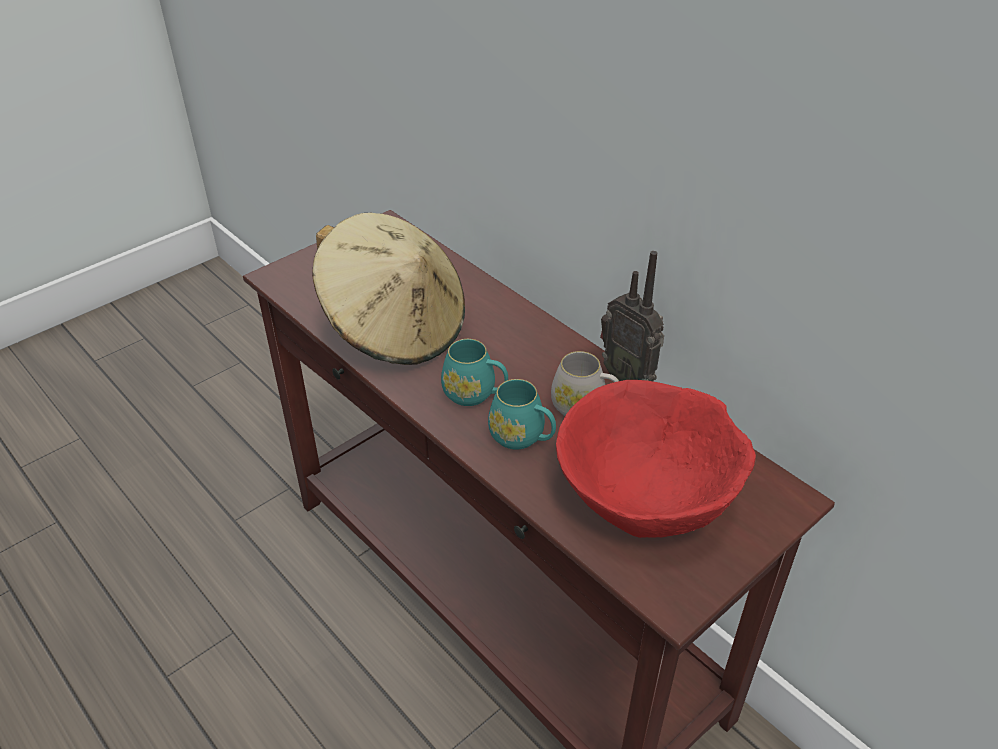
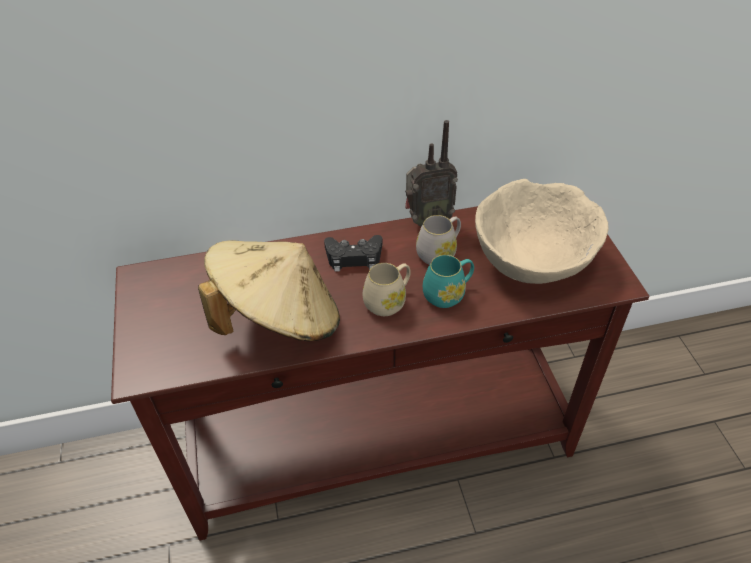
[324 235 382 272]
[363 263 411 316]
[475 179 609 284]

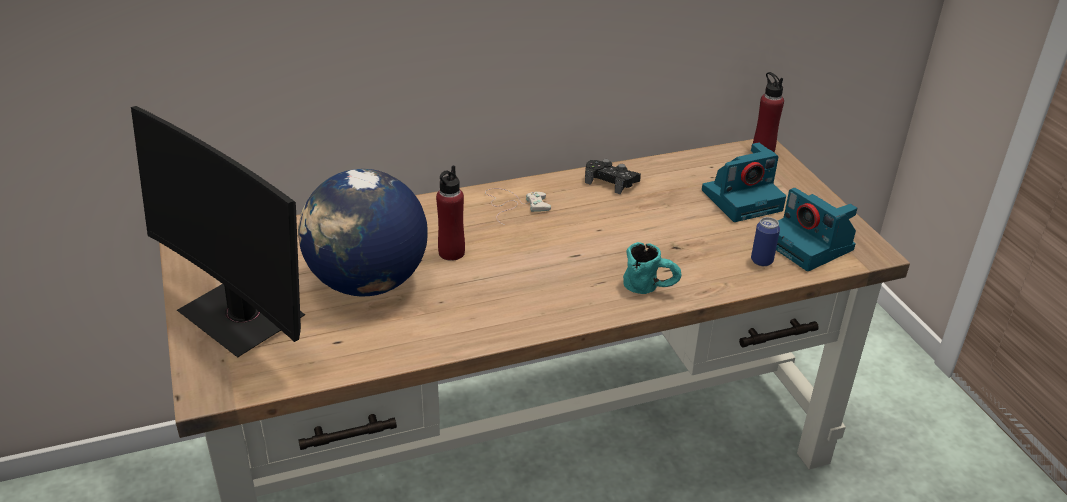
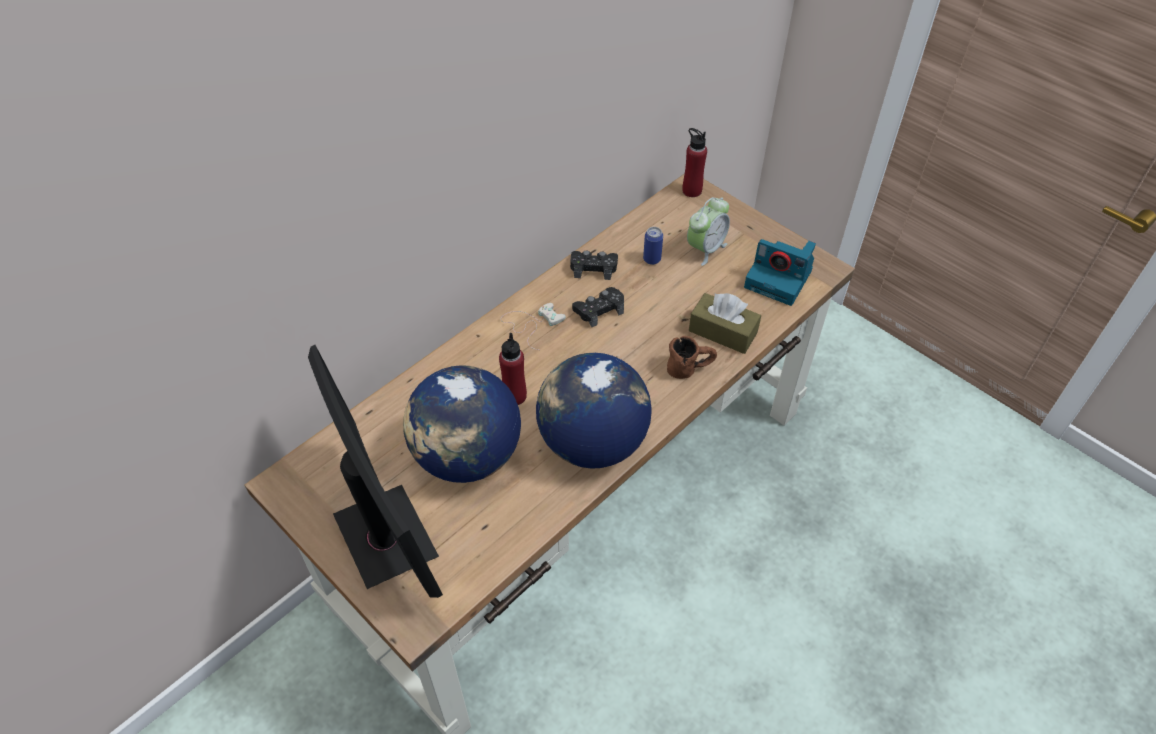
[536 353 652 469]
[572 287 624 327]
[689 293 761 354]
[643 227 663 265]
[687 197 730 266]
[667 336 717 379]
[308 345 443 598]

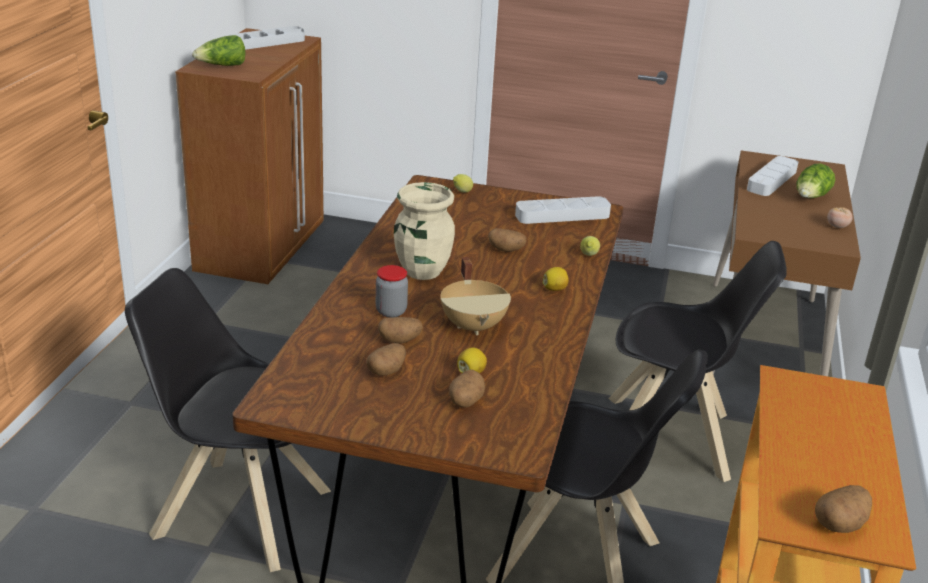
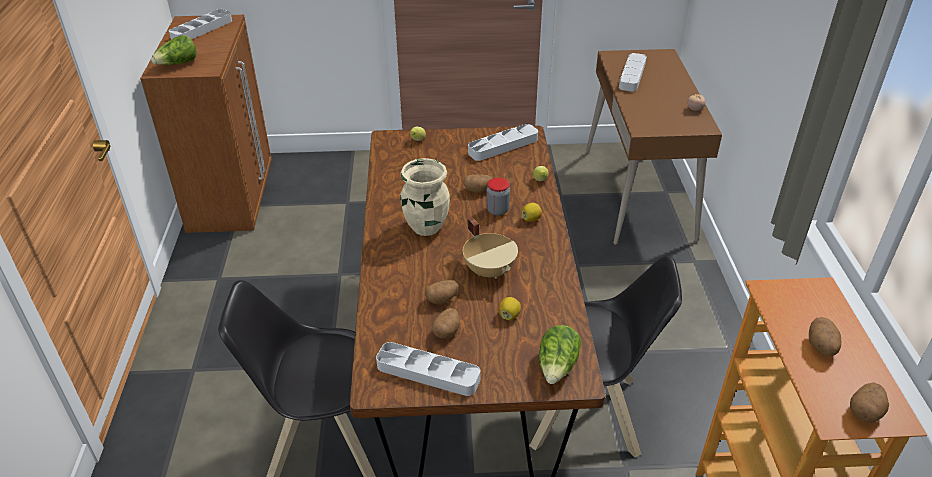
[608 241 787 482] (first image)
[376 342 480 396]
[486 178 510 216]
[809 317 841 356]
[539 325 582 384]

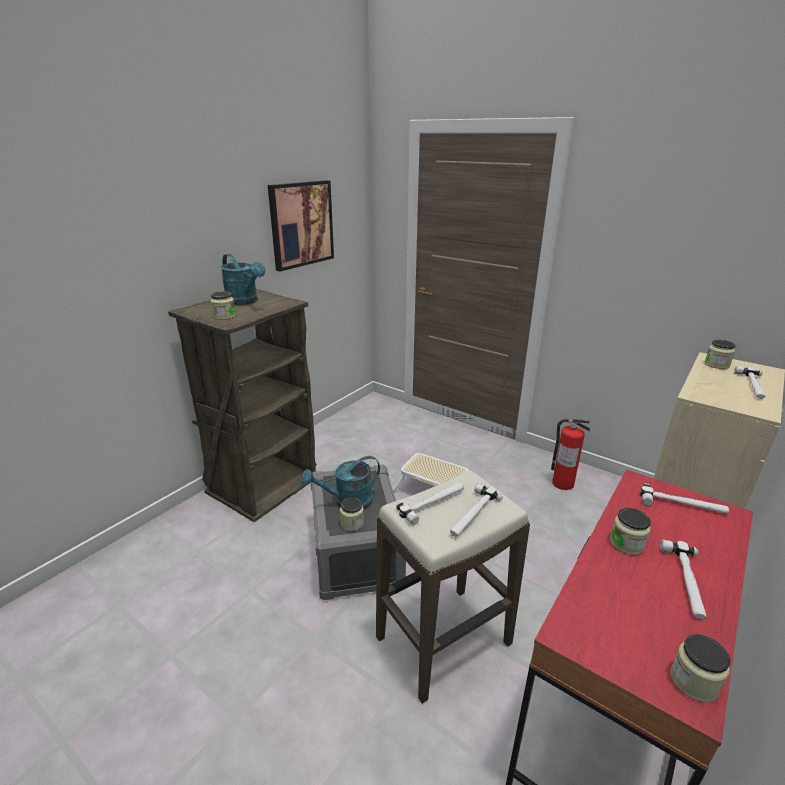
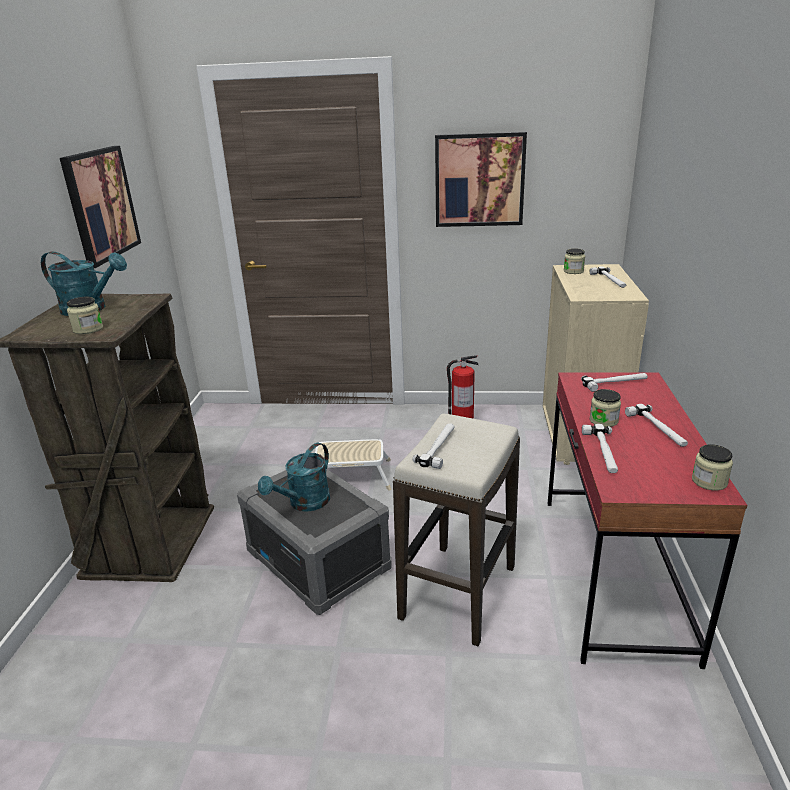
[340 498 364 531] (first image)
[435 132 527 227]
[582 424 618 473]

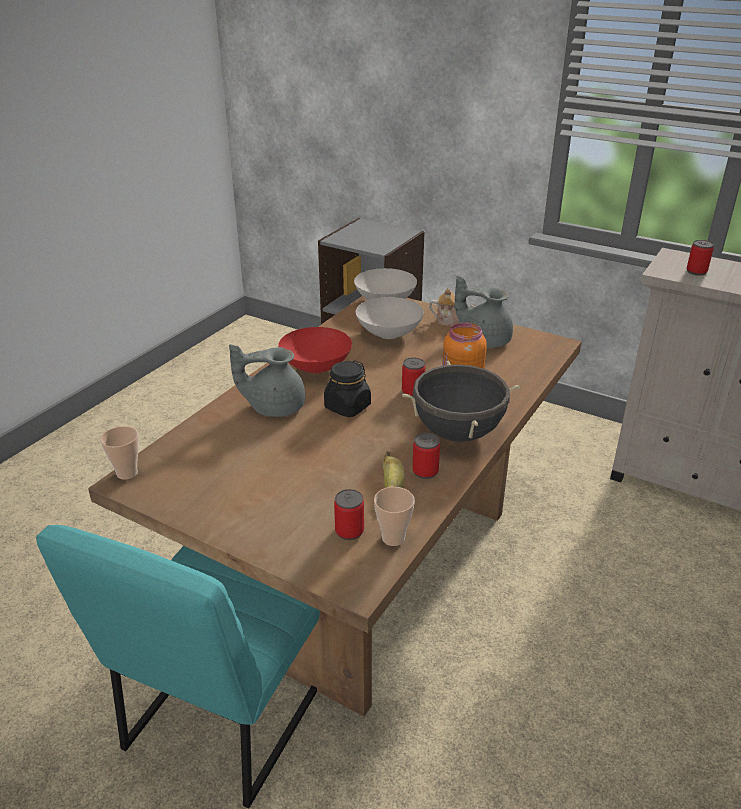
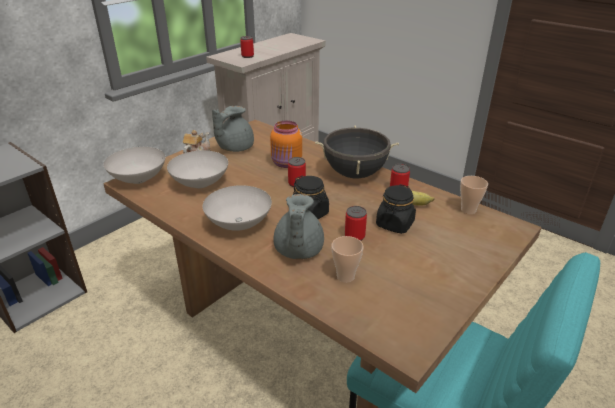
[376 184 416 234]
[331 236 364 283]
[345 206 367 241]
[203 185 272 231]

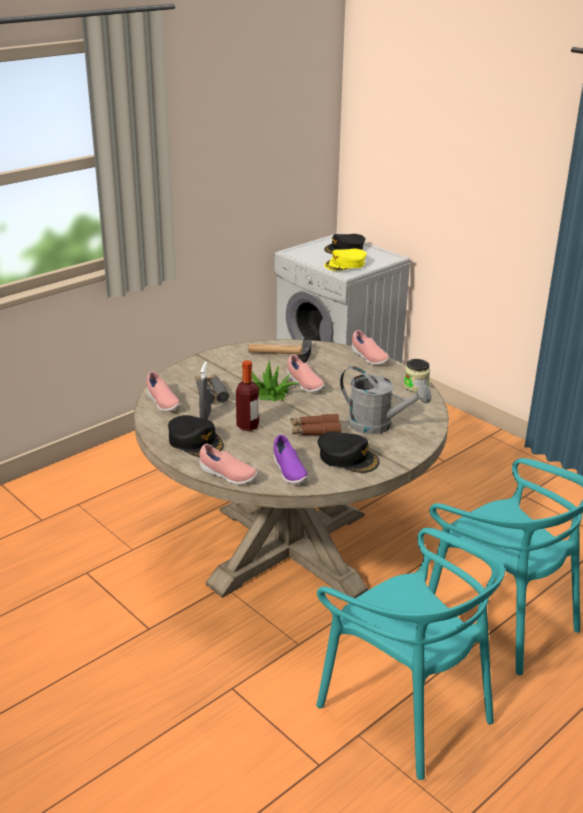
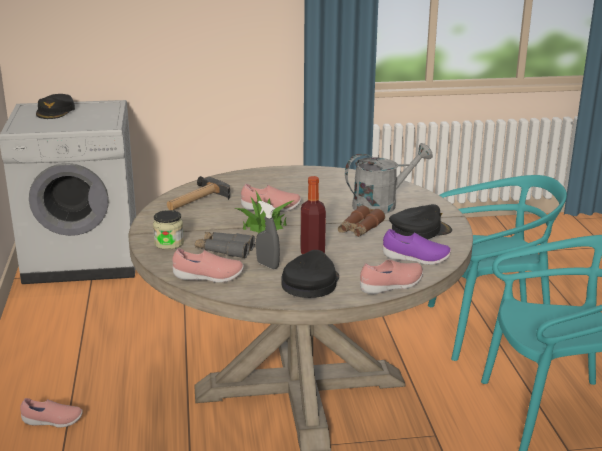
[324 249 367 271] (first image)
[20 398 83 427]
[153 210 184 250]
[282 250 339 298]

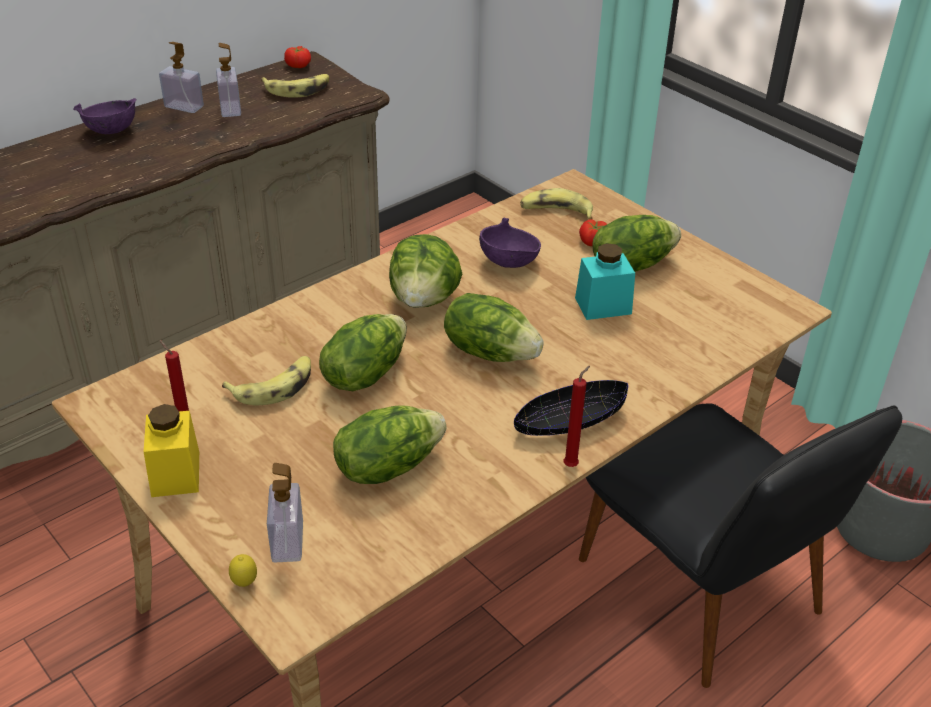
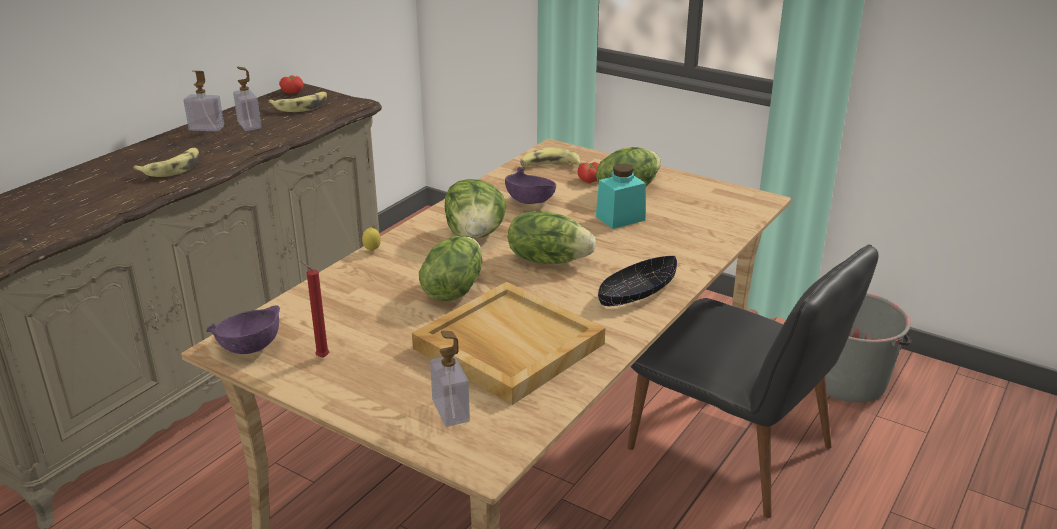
[144 404 199 497] (first image)
[564 366 590 467] (first image)
[206 305 280 354]
[133 148 199 177]
[362 227 381 251]
[412 282 605 405]

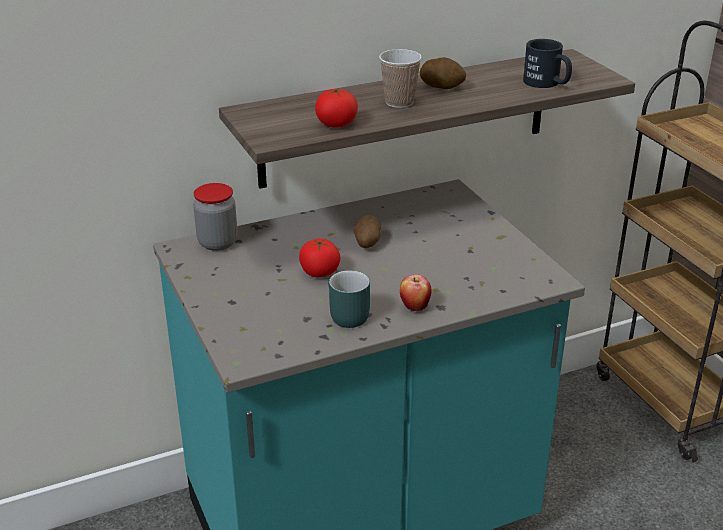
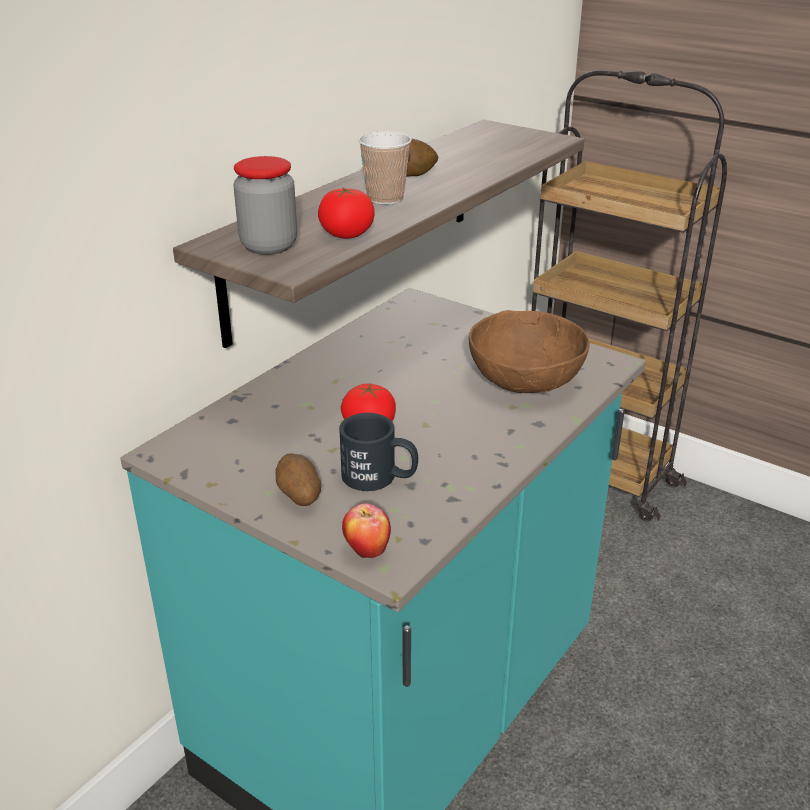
[328 270 370 328] (first image)
[469 310 590 393]
[233 156 297 255]
[275 453 321 506]
[342 503 391 558]
[339 413 418 491]

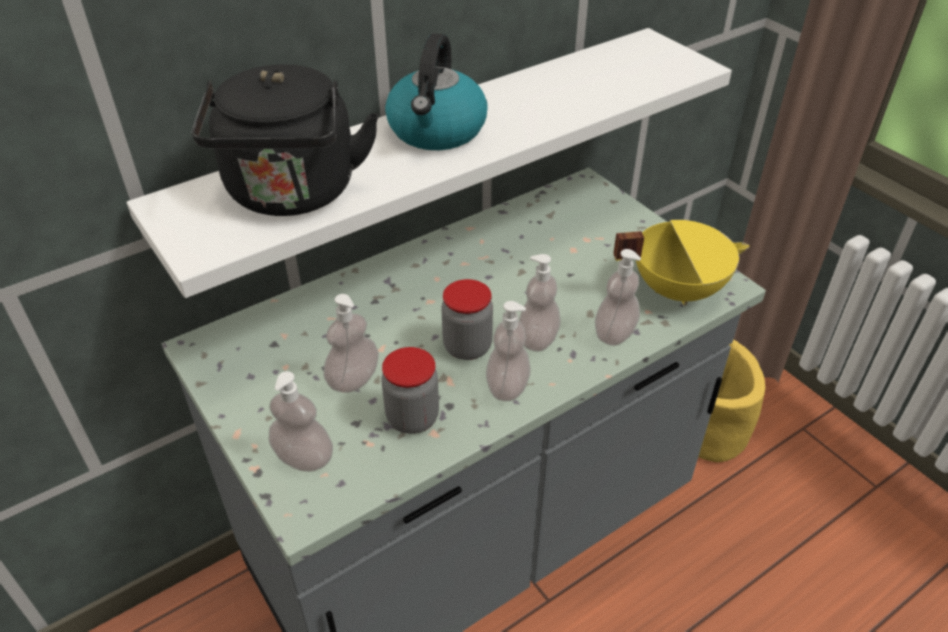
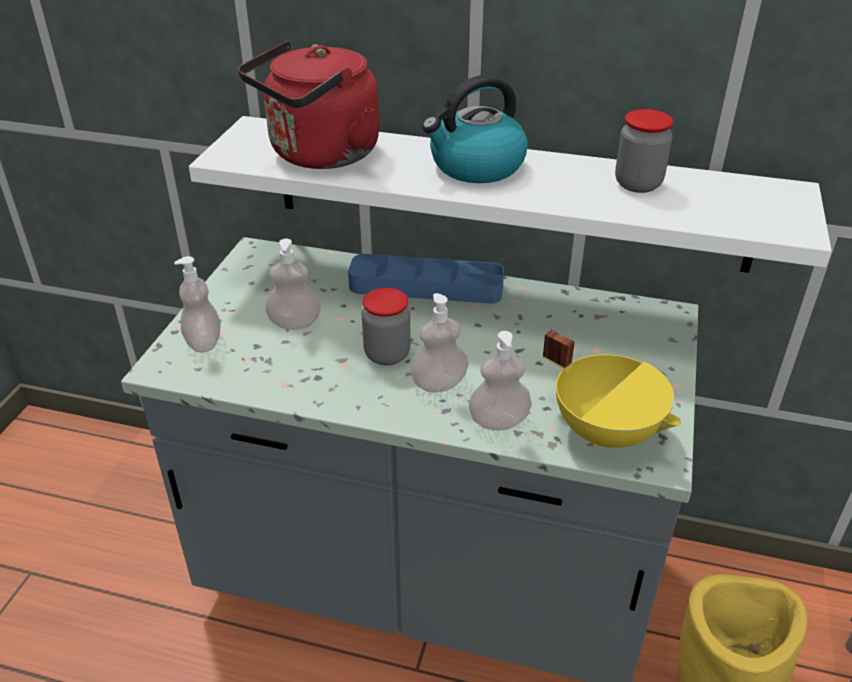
[486 301 531 401] (first image)
[348 254 504 304]
[615 109 674 193]
[238 40 379 169]

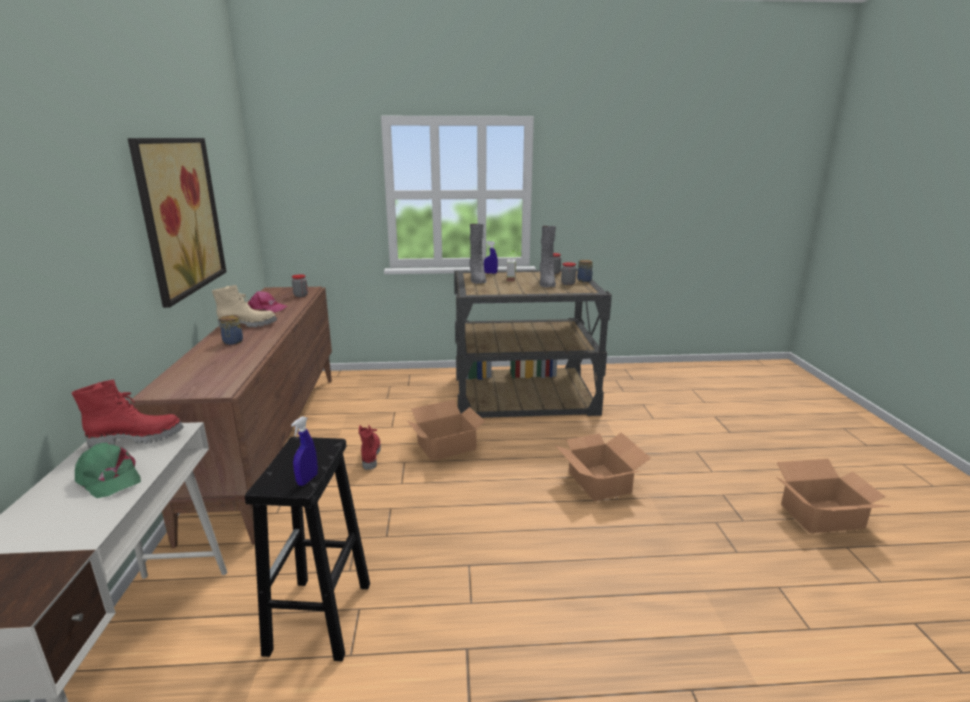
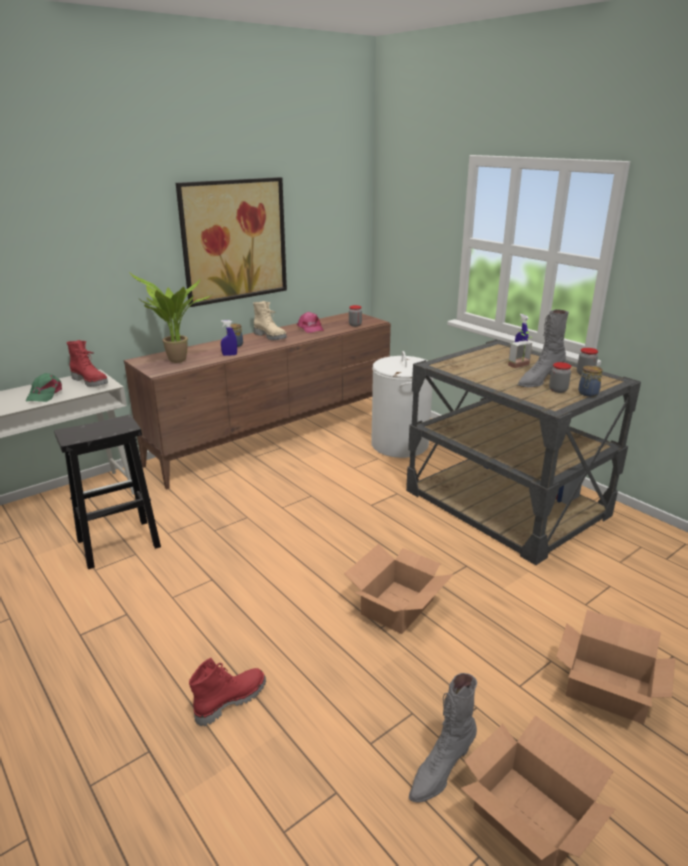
[129 272 210 363]
[371 351 433 458]
[221 320 237 356]
[189 658 266 726]
[556 610 675 724]
[409 673 477 803]

